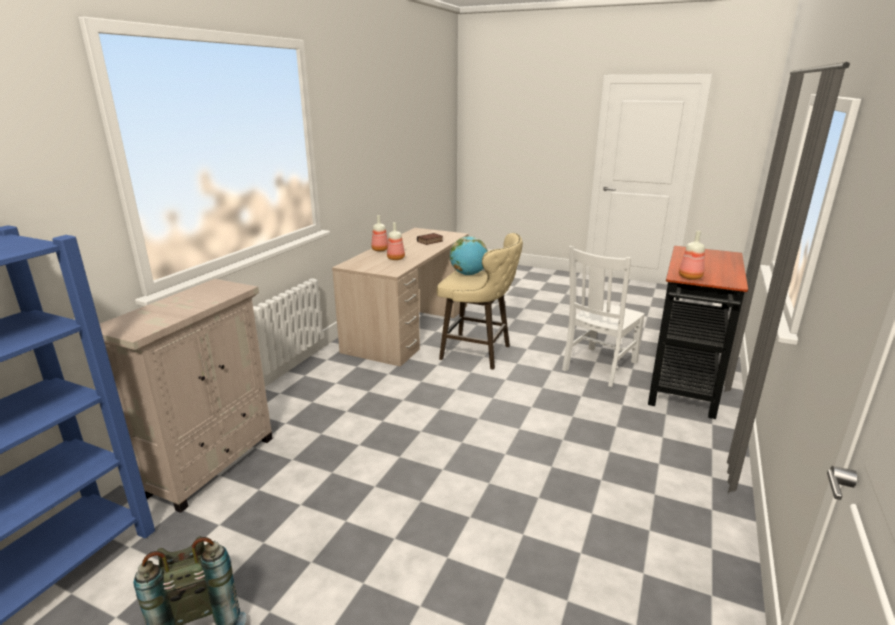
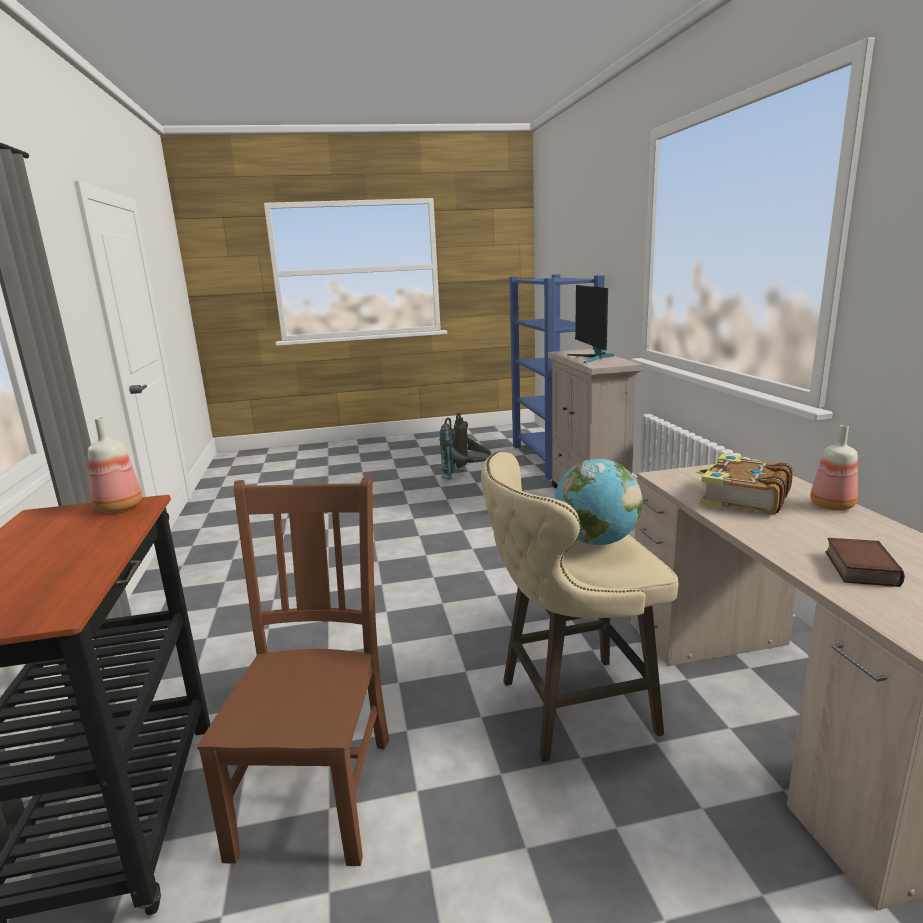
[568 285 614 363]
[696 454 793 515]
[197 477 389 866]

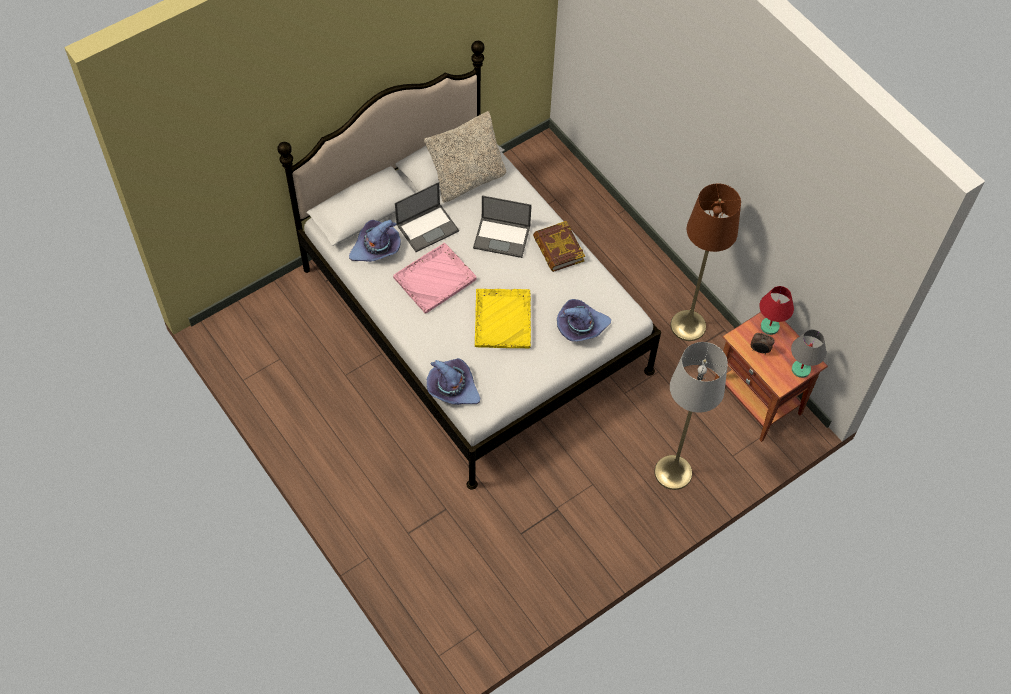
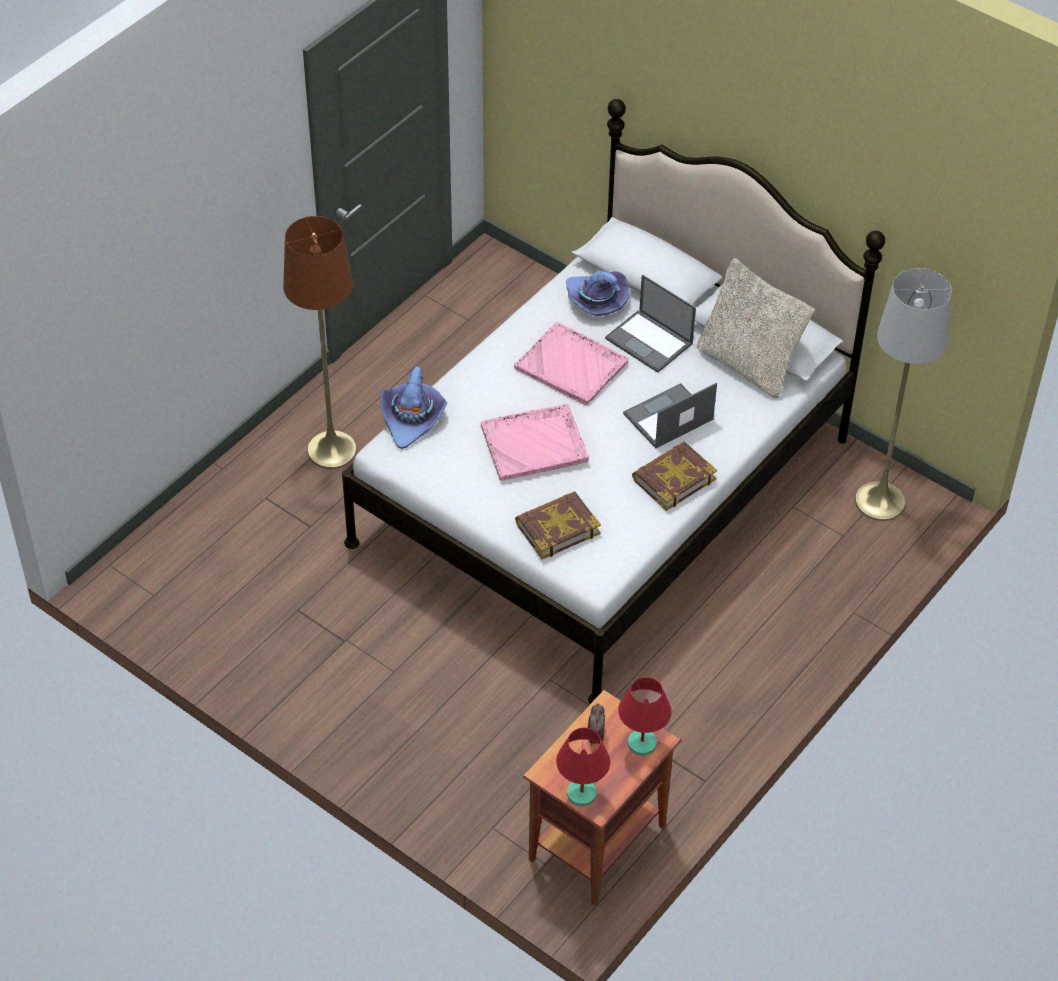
[855 268 952 521]
[283 216 357 469]
[515 491 601 559]
[481 404 589 481]
[556 728 610 806]
[623 383 717 448]

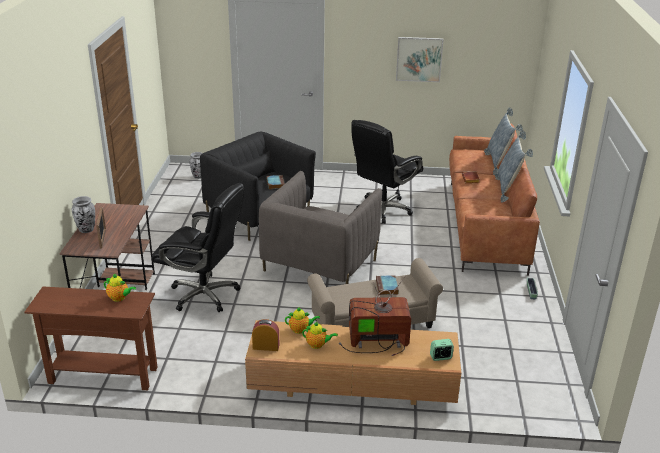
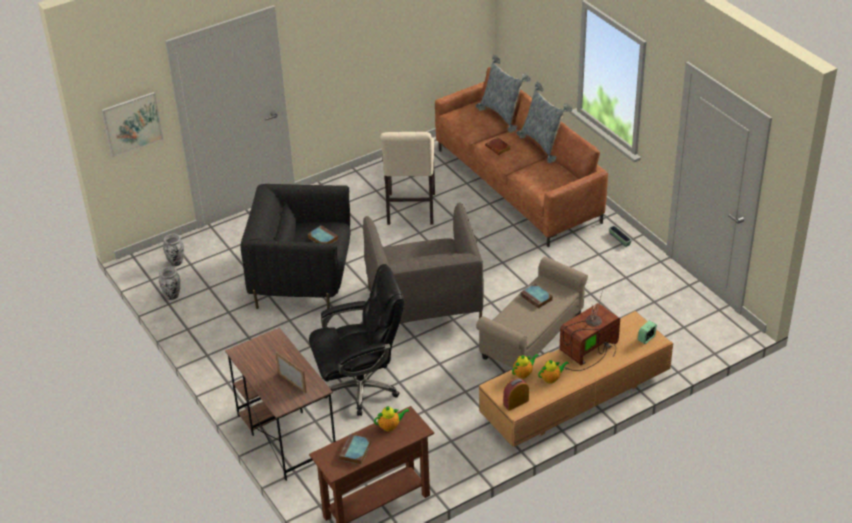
[339 434 371 465]
[159 266 180 300]
[102 92 163 157]
[380 132 435 225]

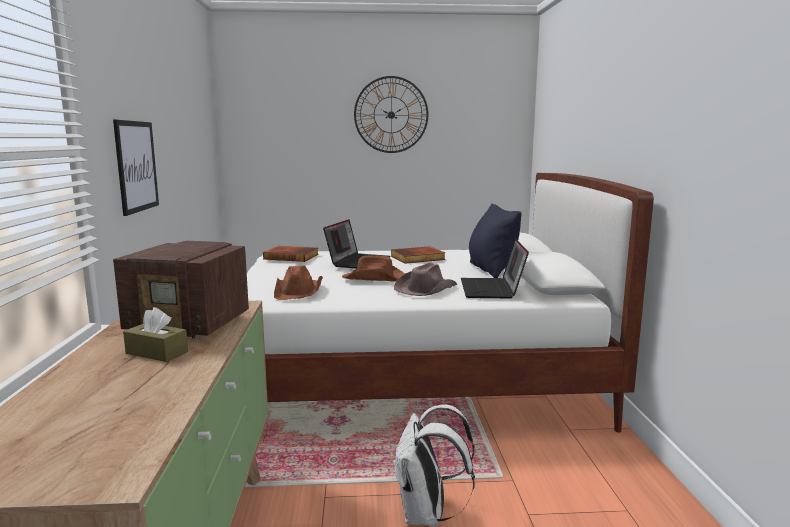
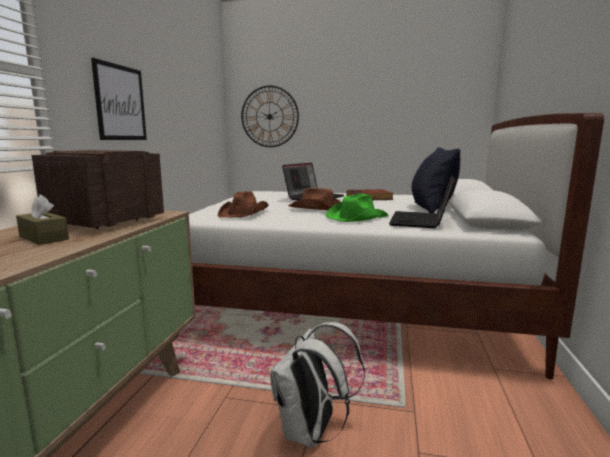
[263 246 319 262] (first image)
[241 85 299 147]
[325 193 389 222]
[32 150 164 229]

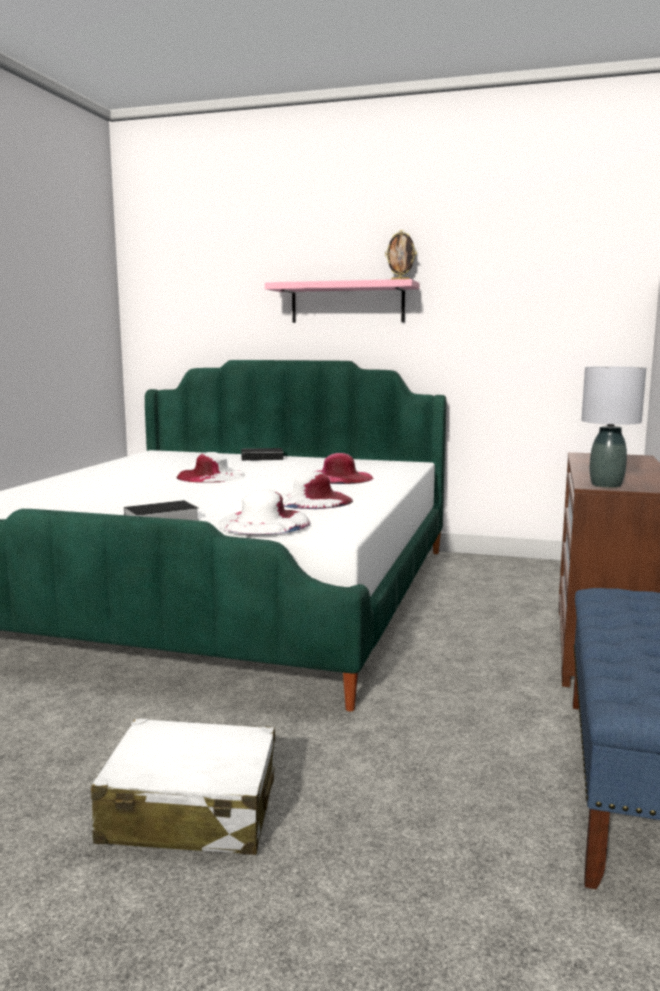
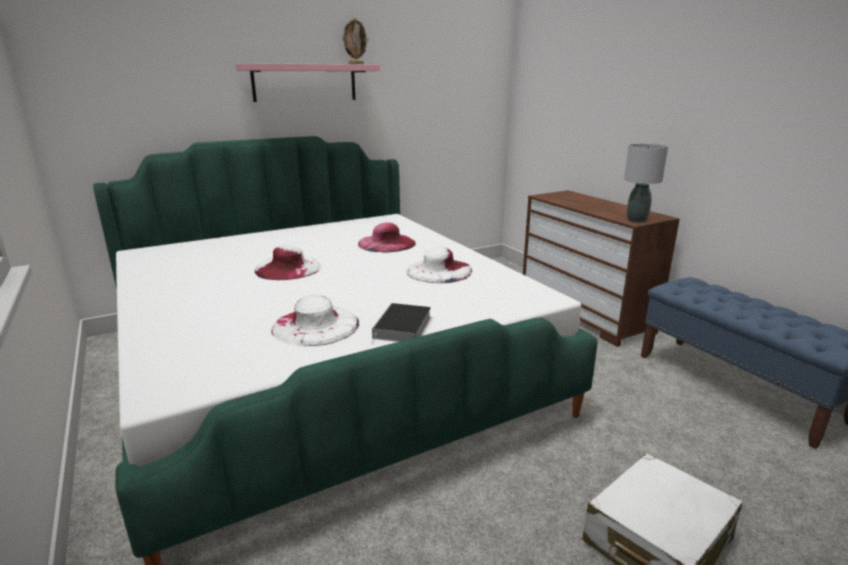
[241 448 284 461] (first image)
[271 295 359 346]

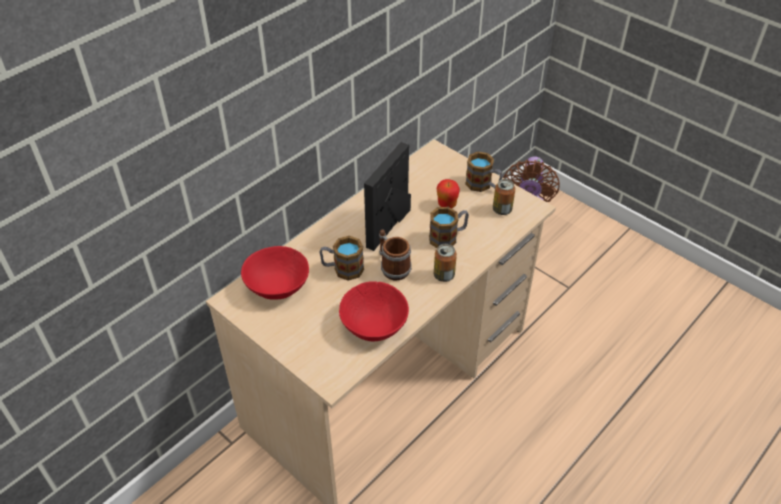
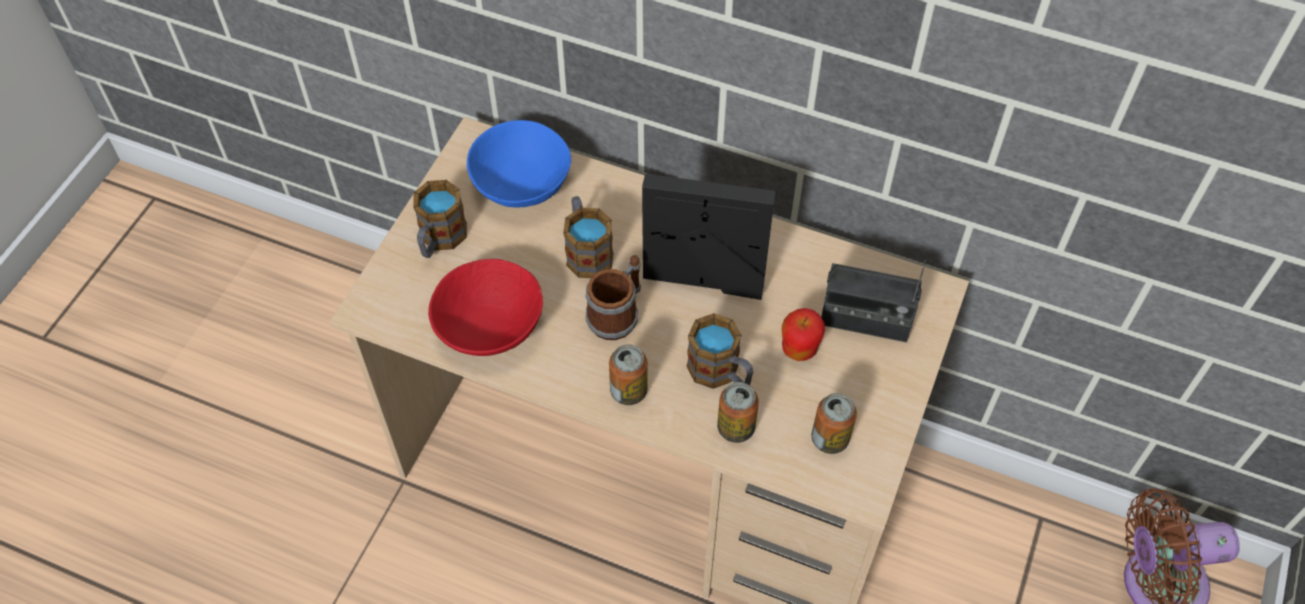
[717 382 759 443]
[821 260 927 342]
[413 180 467 258]
[467 120 571 207]

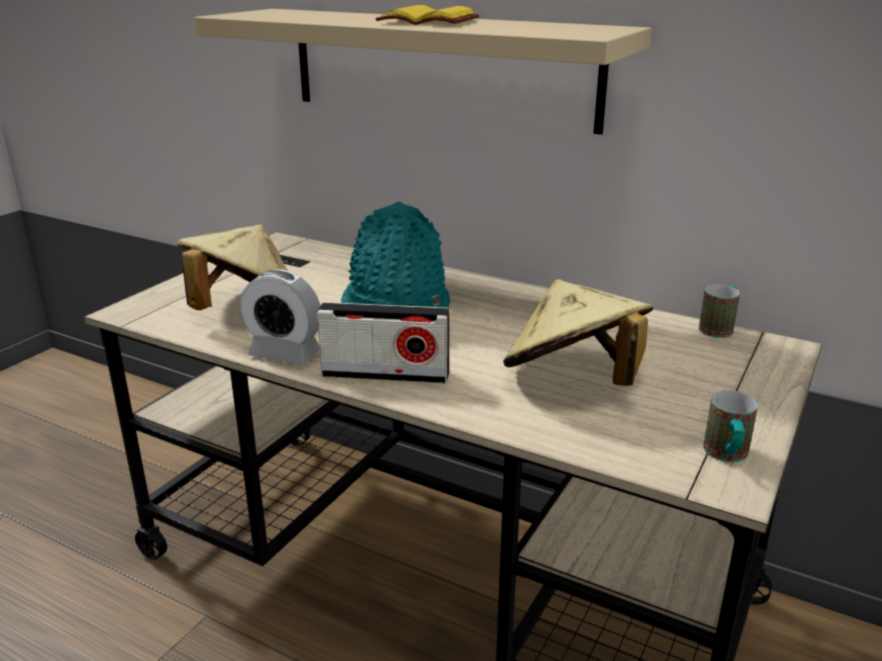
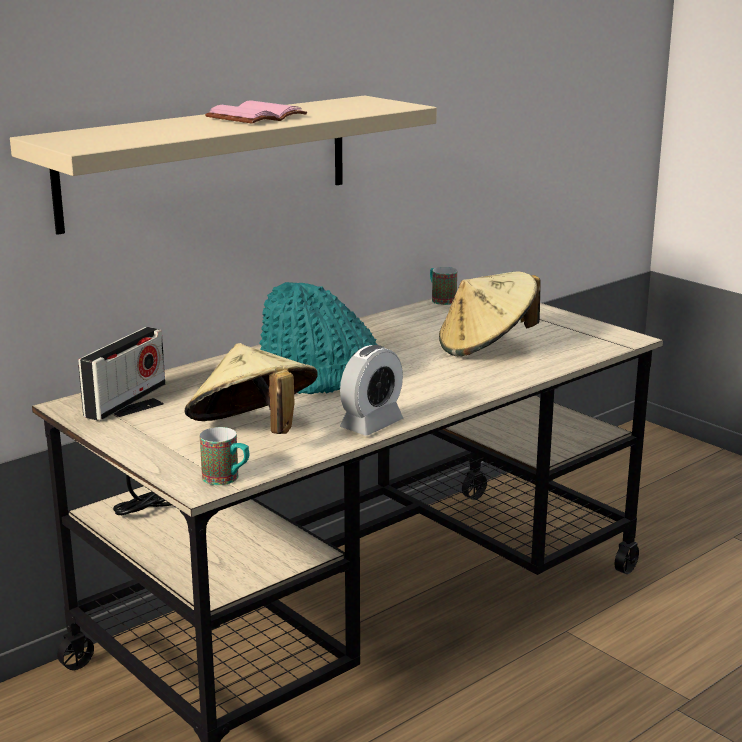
[78 327 165 421]
[200 427 249 485]
[205 100 307 124]

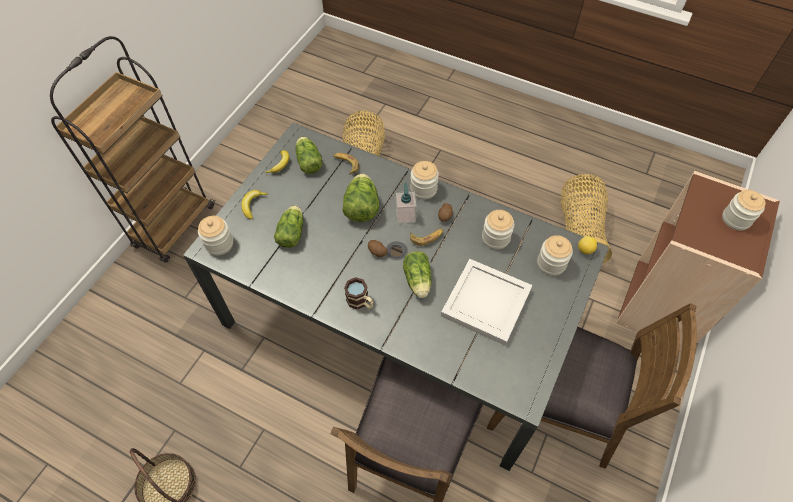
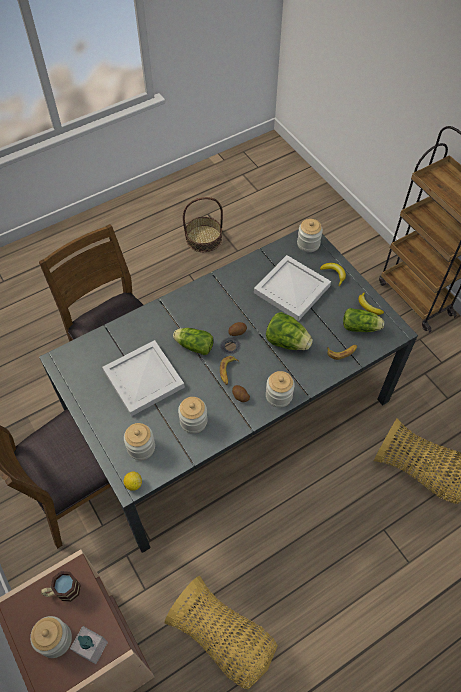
[41 571 81 602]
[70 626 108 664]
[254 255 331 321]

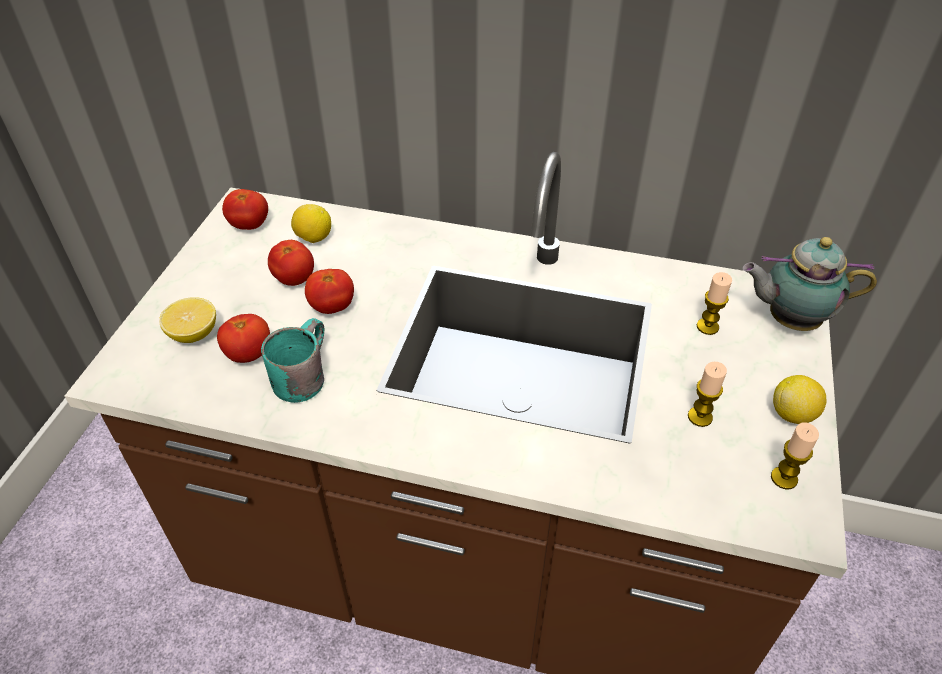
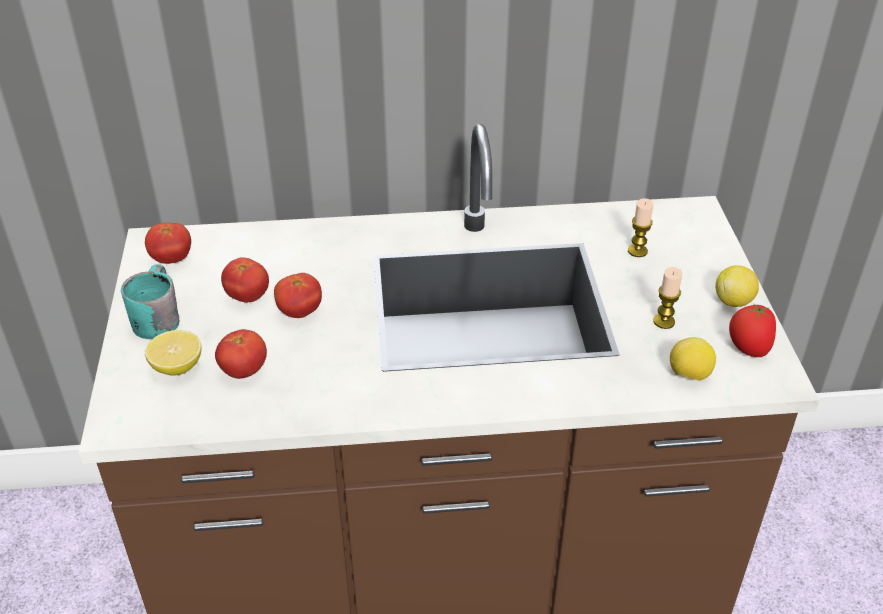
[742 237 877 331] (first image)
[121 264 179 339]
[670 337 716 381]
[729 303 776 357]

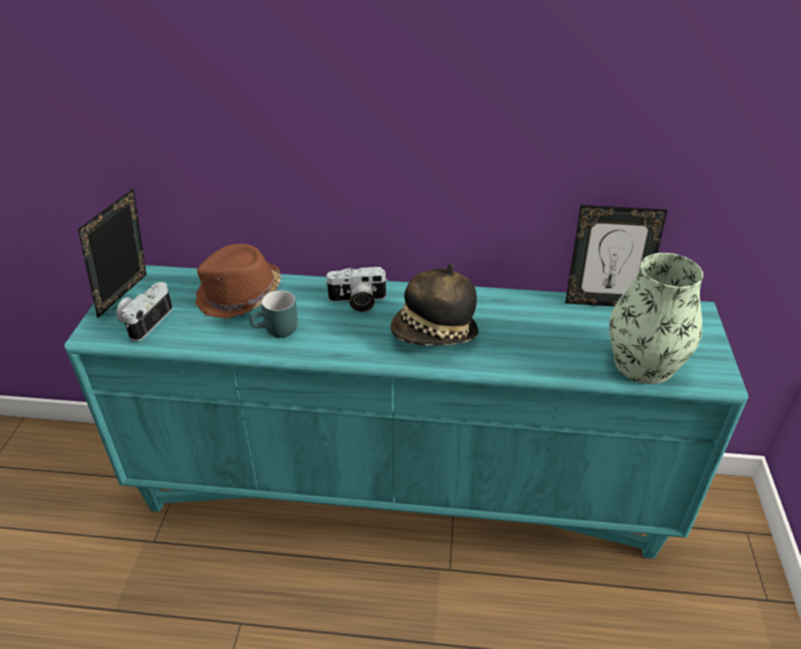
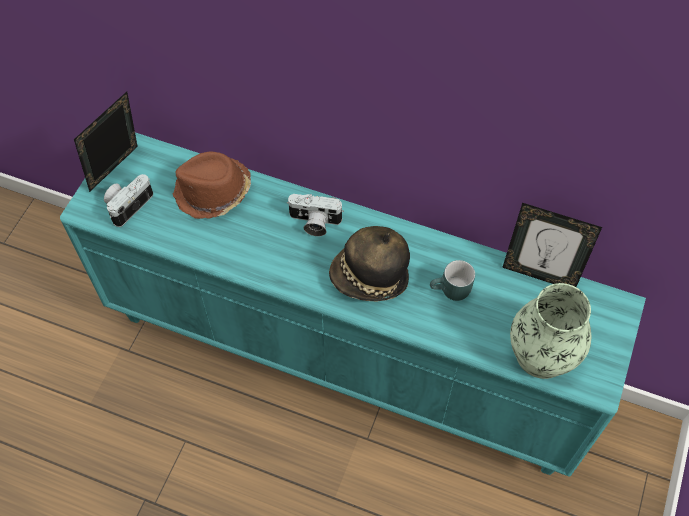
[430 260 475 301]

